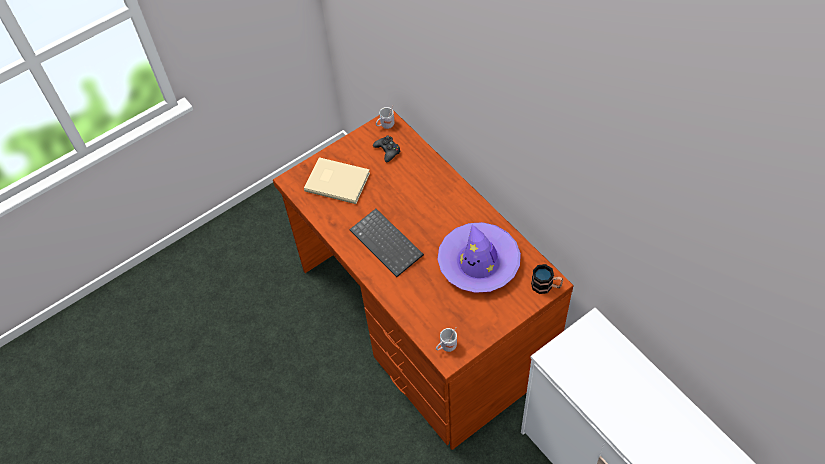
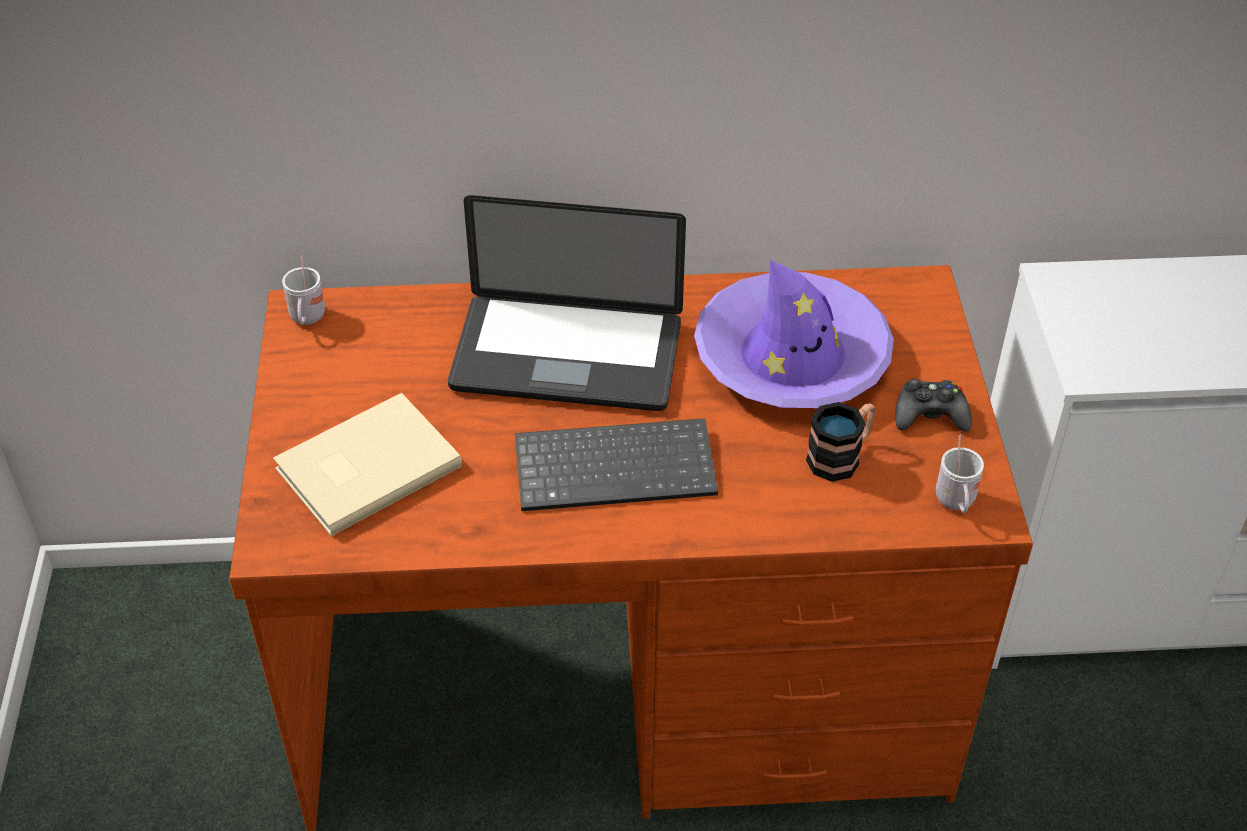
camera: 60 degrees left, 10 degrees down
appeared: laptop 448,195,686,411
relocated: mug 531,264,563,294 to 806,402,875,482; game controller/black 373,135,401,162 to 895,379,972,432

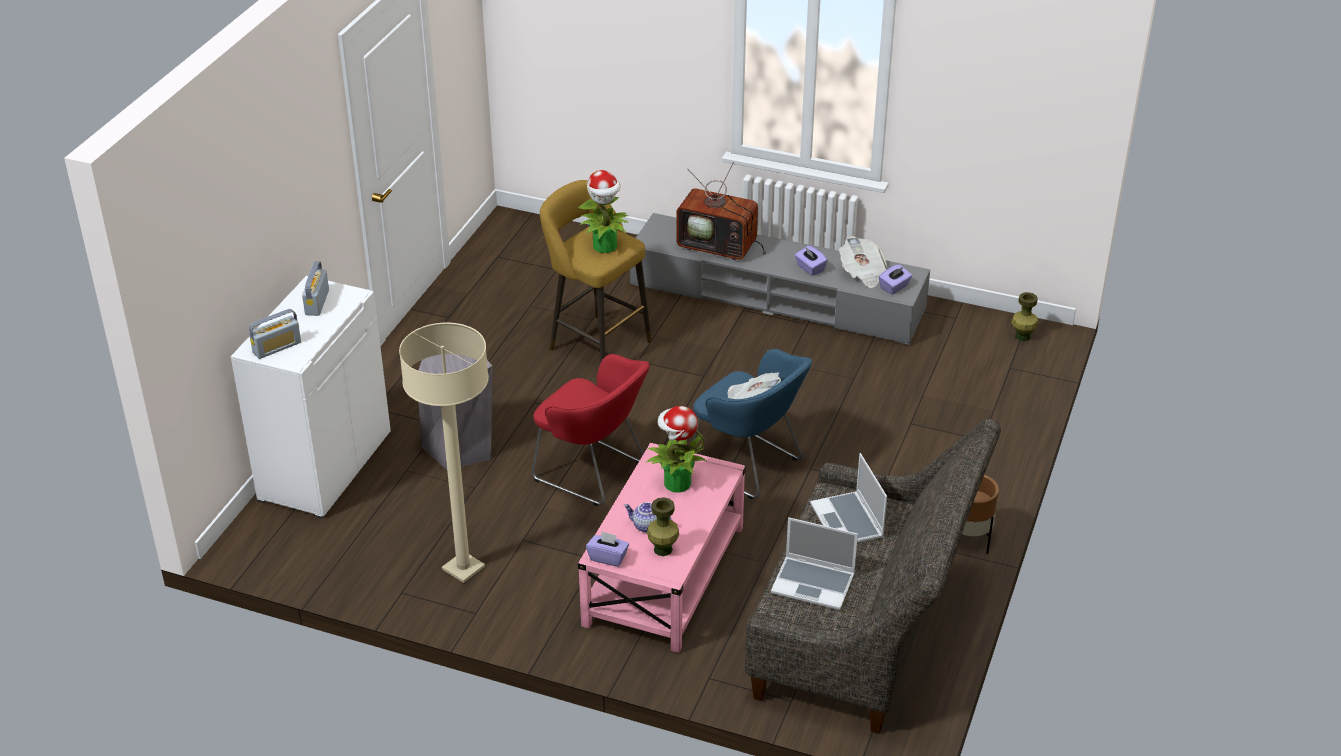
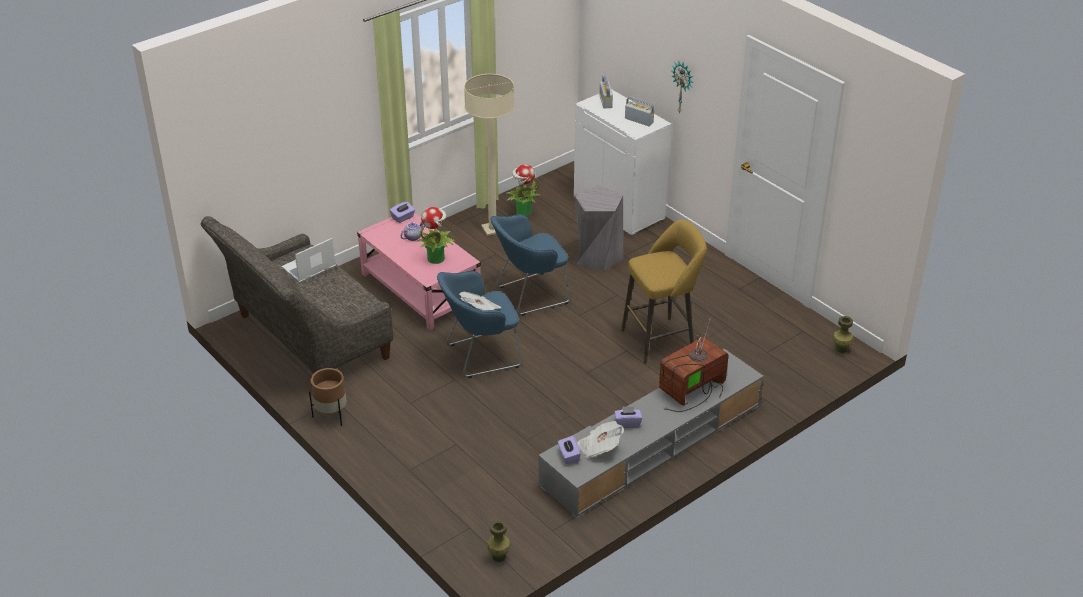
camera: 120 degrees right, 0 degrees up
missing: laptop 810,453,887,543
appeared: wall clock 671,60,693,114
relocated: potted plant 578,170,629,253 to 506,164,540,216; vase/green 647,497,679,556 to 833,316,853,353
colour: armchair/red 531,354,649,506 to armchair/blue 491,214,571,316

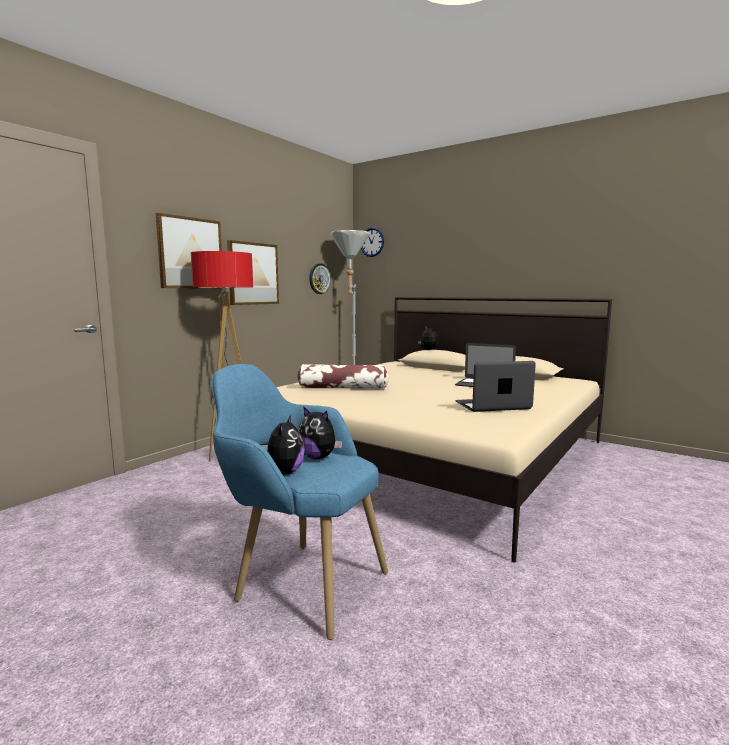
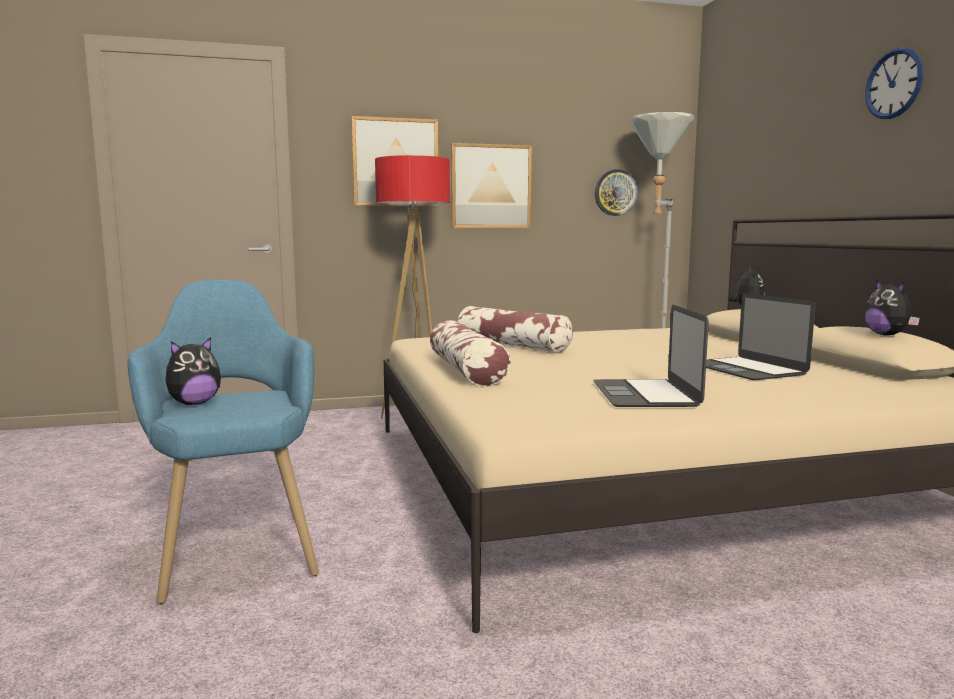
camera: 40 degrees right, 0 degrees up
appeared: pillow 430,320,510,386
relocated: wall clock 361,227,384,257 to 865,48,923,119; plush toy 299,406,343,459 to 865,279,920,335
spun: laptop 455,361,536,412 = 593,305,709,407 120 degrees counterclockwise

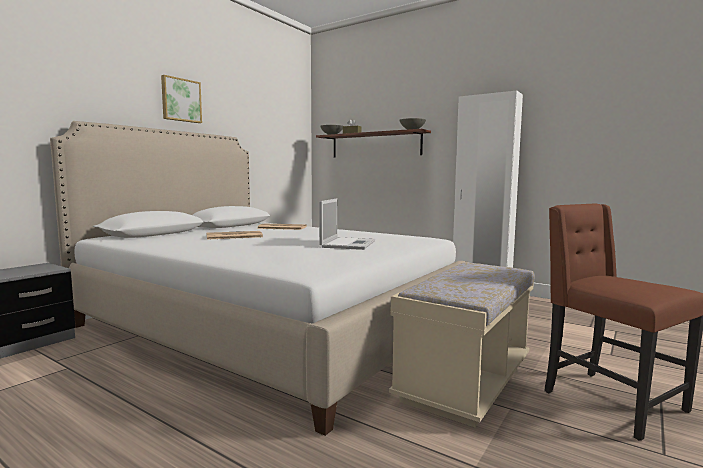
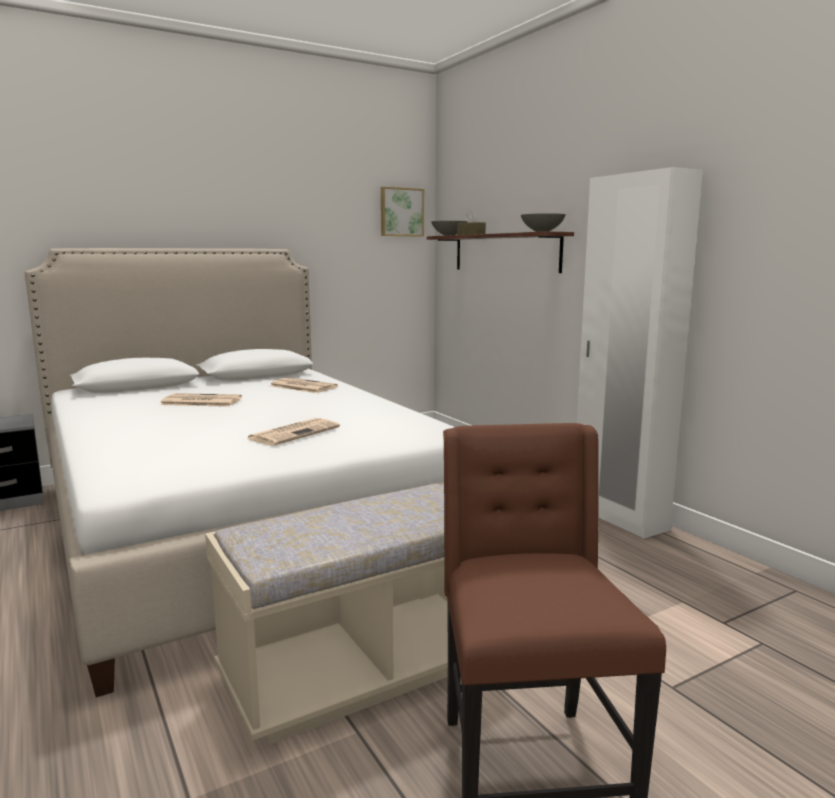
camera: 25 degrees right, 5 degrees up
relocated: picture 161,75,202,123 to 381,187,424,236
exchanged: laptop 319,198,375,250 to newspaper 246,418,340,446

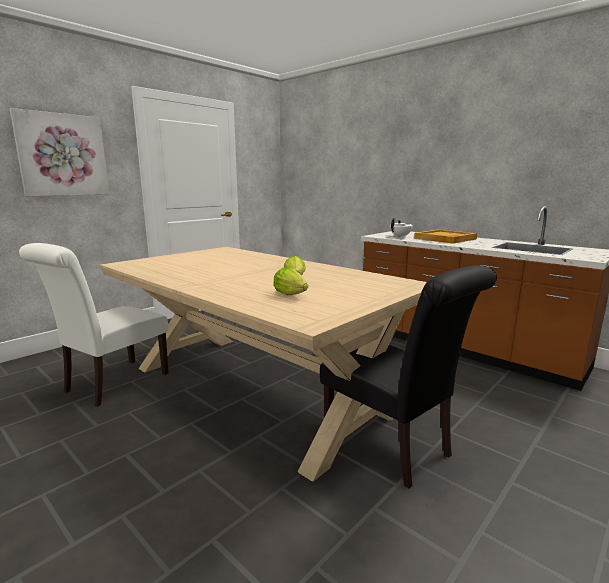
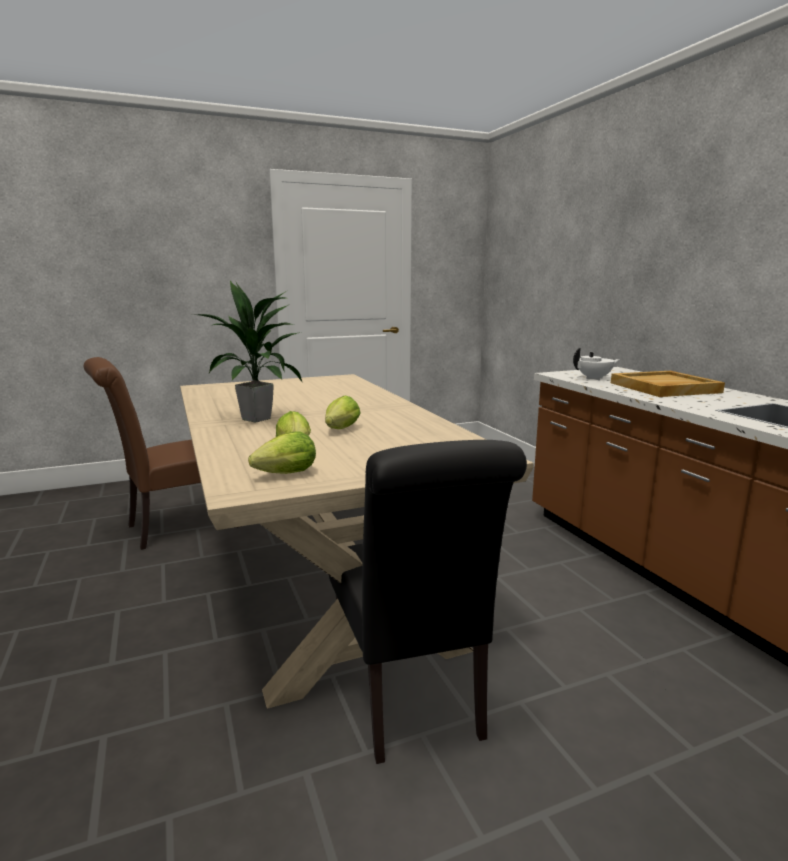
camera: 25 degrees right, 0 degrees up
missing: picture 10,108,109,196
appeared: potted plant 196,281,303,422; lettuce 248,432,316,474
colour: chair/white 19,243,169,407 to chair/brown 84,357,241,550

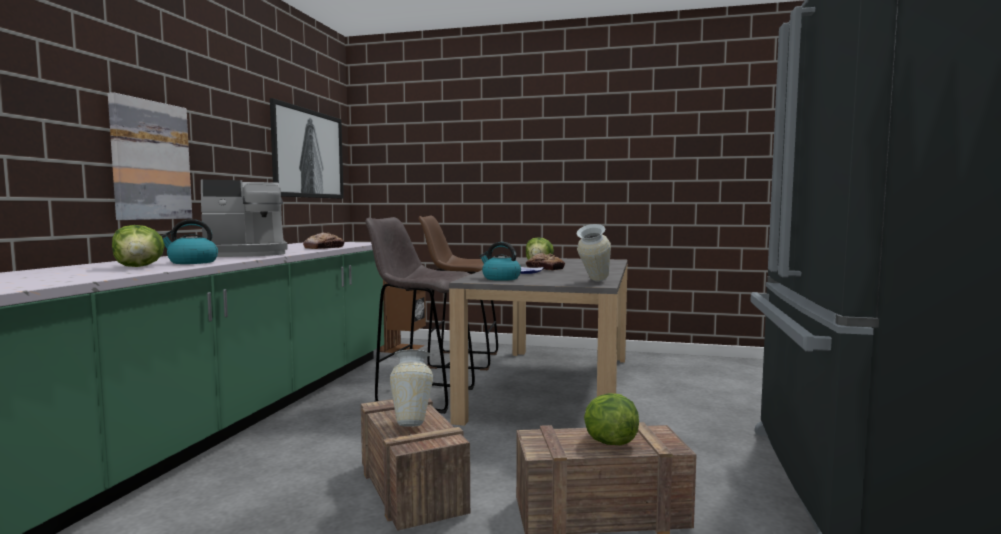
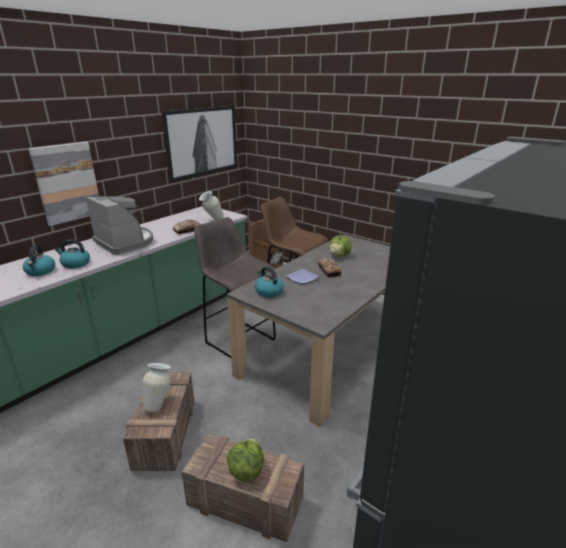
camera: 25 degrees right, 20 degrees up
relocated: vase 576,224,611,281 to 199,191,224,220
exchanged: lettuce 112,225,165,267 to kettle 23,245,55,276
spun: coffee machine 201,180,288,257 = 86,196,153,255 135 degrees counterclockwise

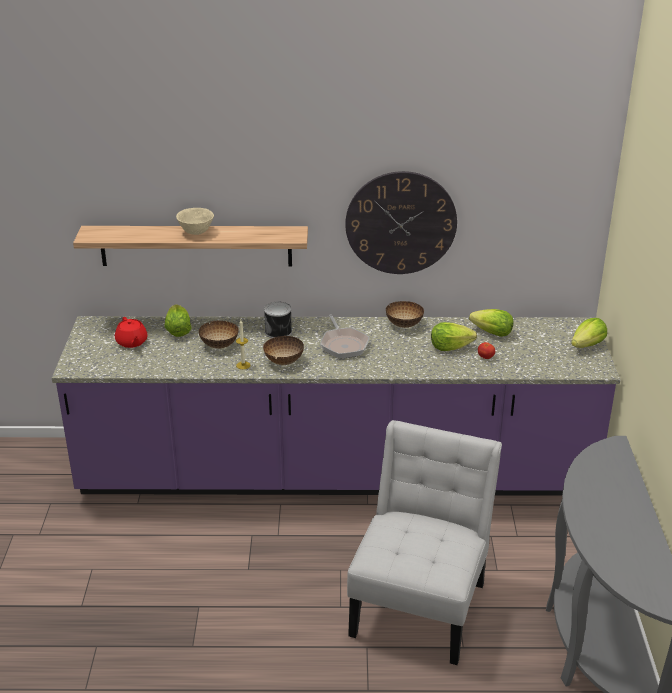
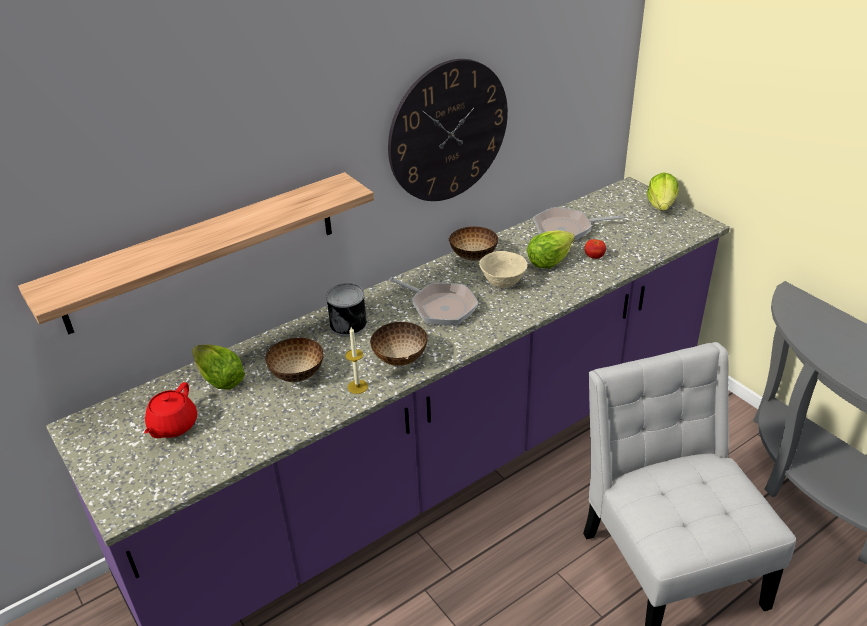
camera: 35 degrees left, 5 degrees up
relocated: bowl/beige 176,208,214,235 to 479,251,527,288
exchanged: lettuce 469,309,513,337 to frying pan 533,207,623,241
spun: teapot/red 115,317,148,348 = 144,382,197,438 75 degrees clockwise

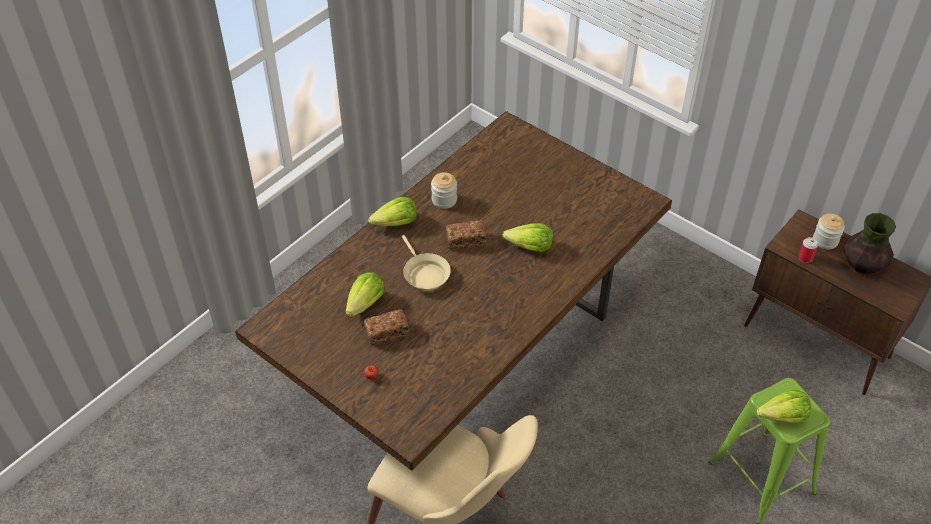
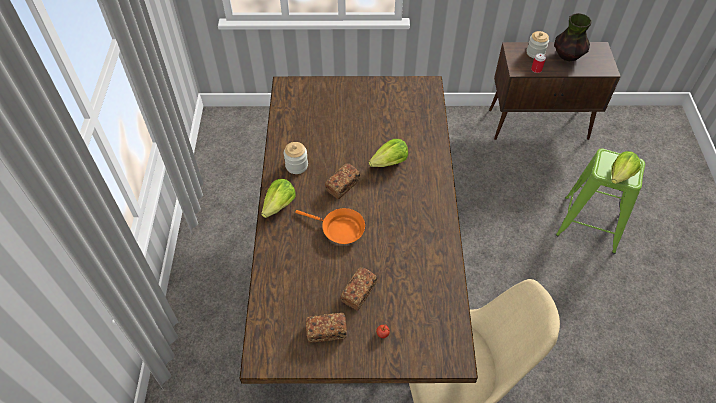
camera: 40 degrees left, 5 degrees up
missing: lettuce 346,272,385,317
appeared: bread 306,313,347,343
colour: frying pan/beige 402,235,451,291 to frying pan/orange 295,208,365,244

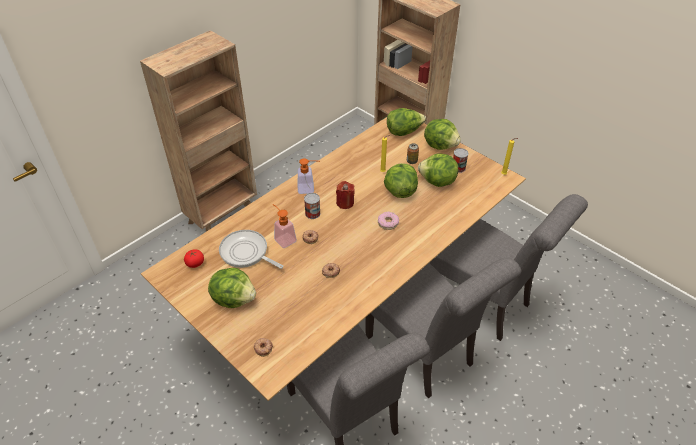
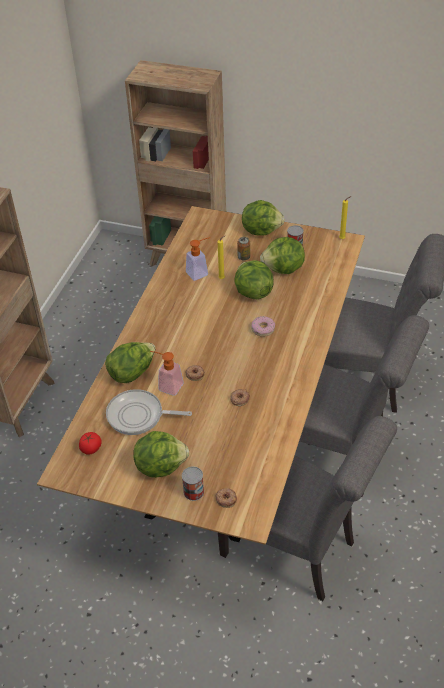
camera: 25 degrees left, 0 degrees up
missing: candle/red 336,181,355,209
relocated: lettuce 387,108,426,136 to 105,342,156,383; can 304,193,321,219 to 182,466,204,501; soap dispenser 298,158,320,194 to 186,237,210,281

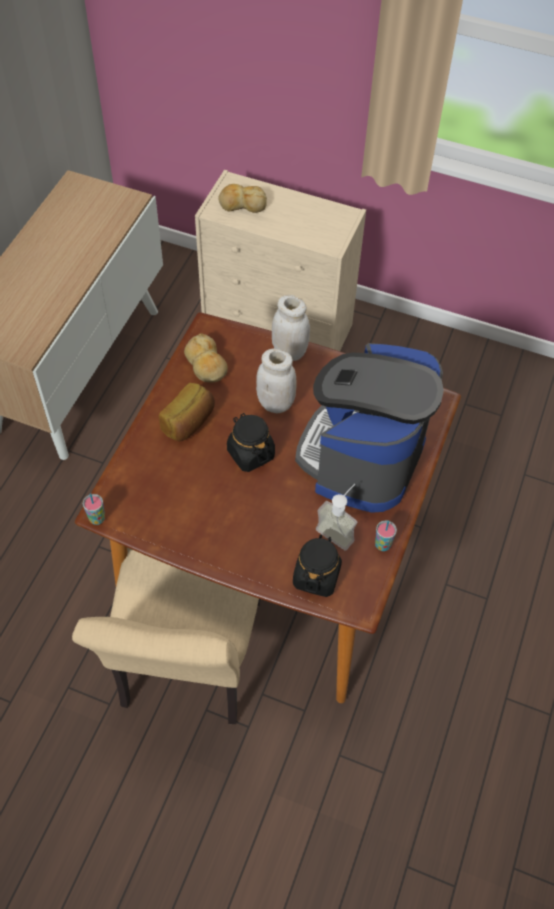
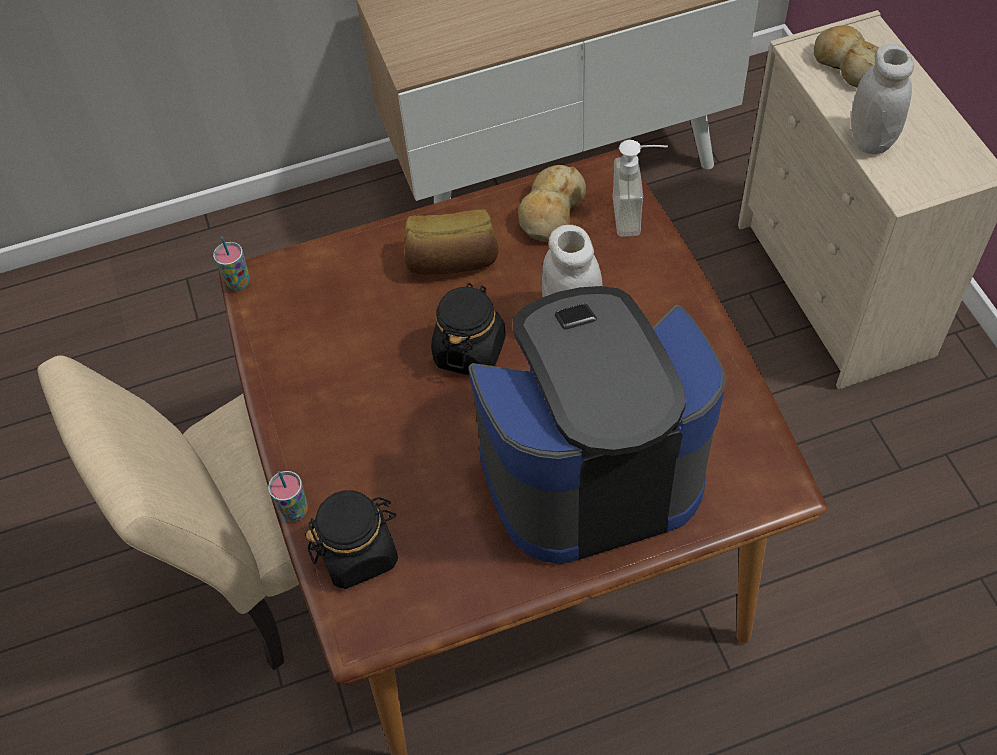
camera: 55 degrees right, 0 degrees up
relocated: cup 375,520,397,551 to 268,471,308,521; soap dispenser 316,484,358,551 to 613,140,668,237; jar/white 272,295,310,361 to 851,44,914,154

